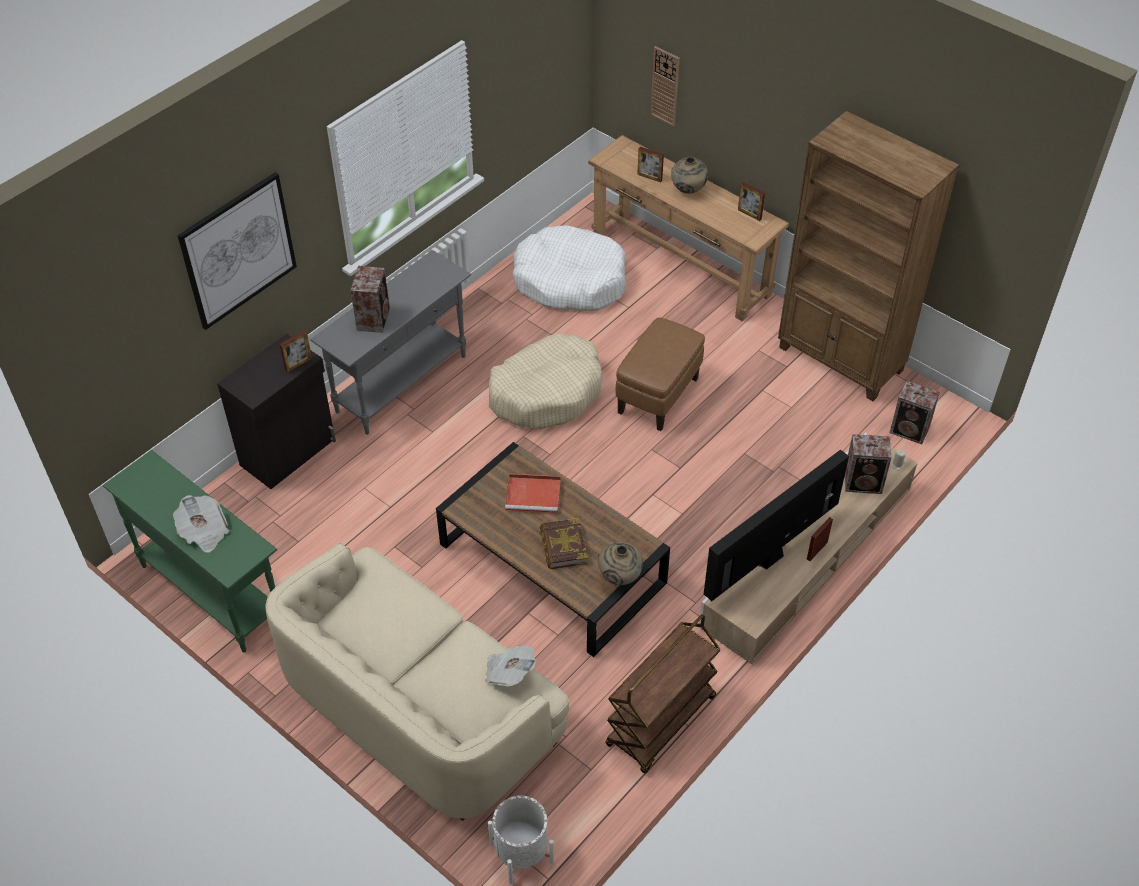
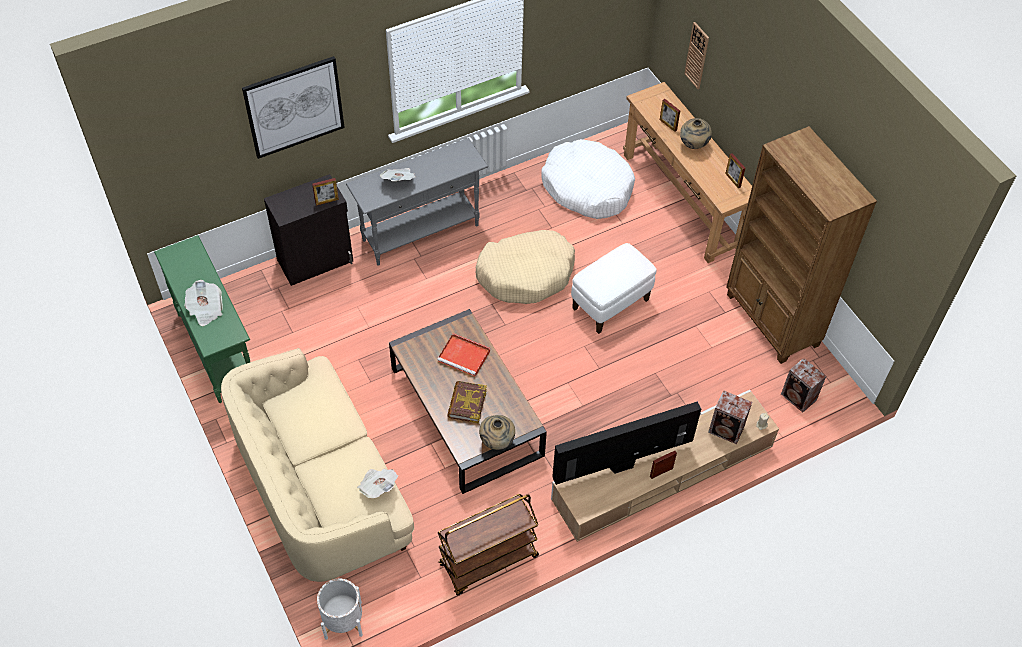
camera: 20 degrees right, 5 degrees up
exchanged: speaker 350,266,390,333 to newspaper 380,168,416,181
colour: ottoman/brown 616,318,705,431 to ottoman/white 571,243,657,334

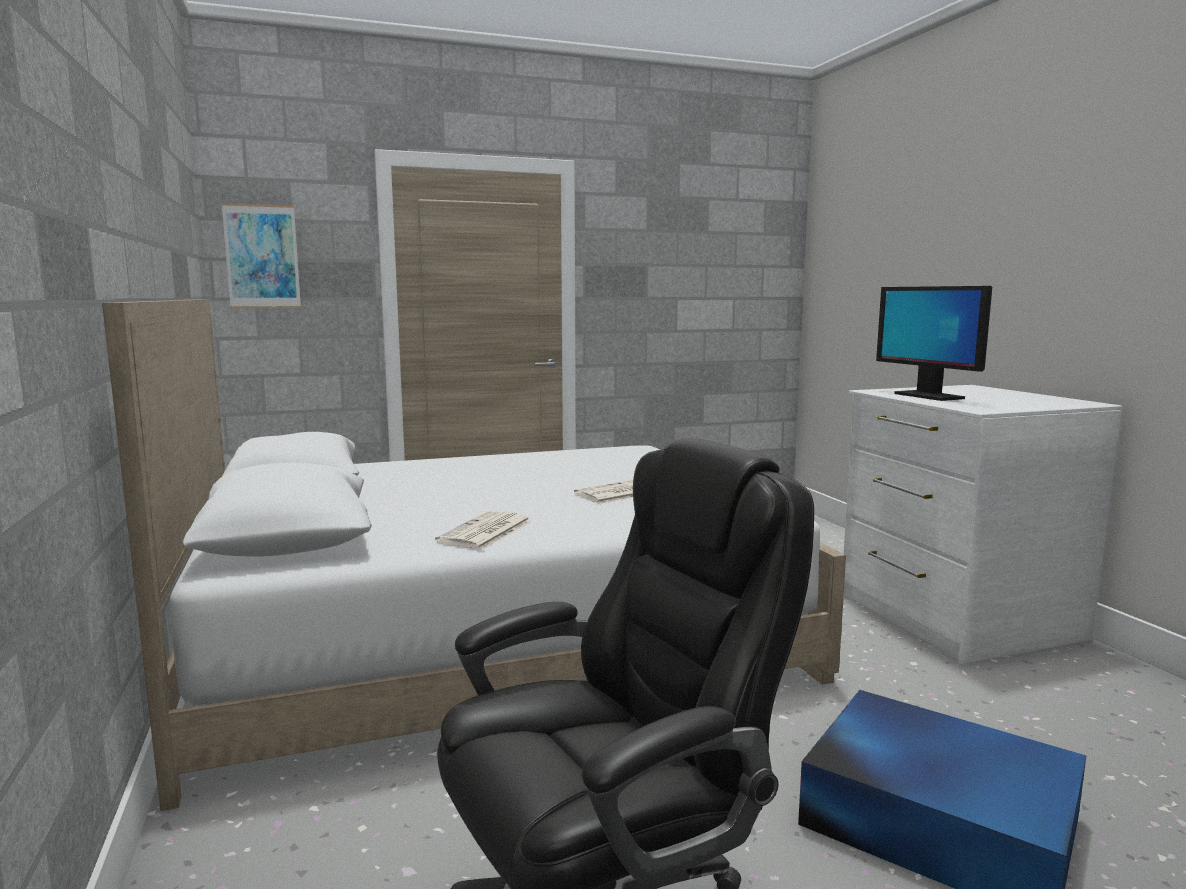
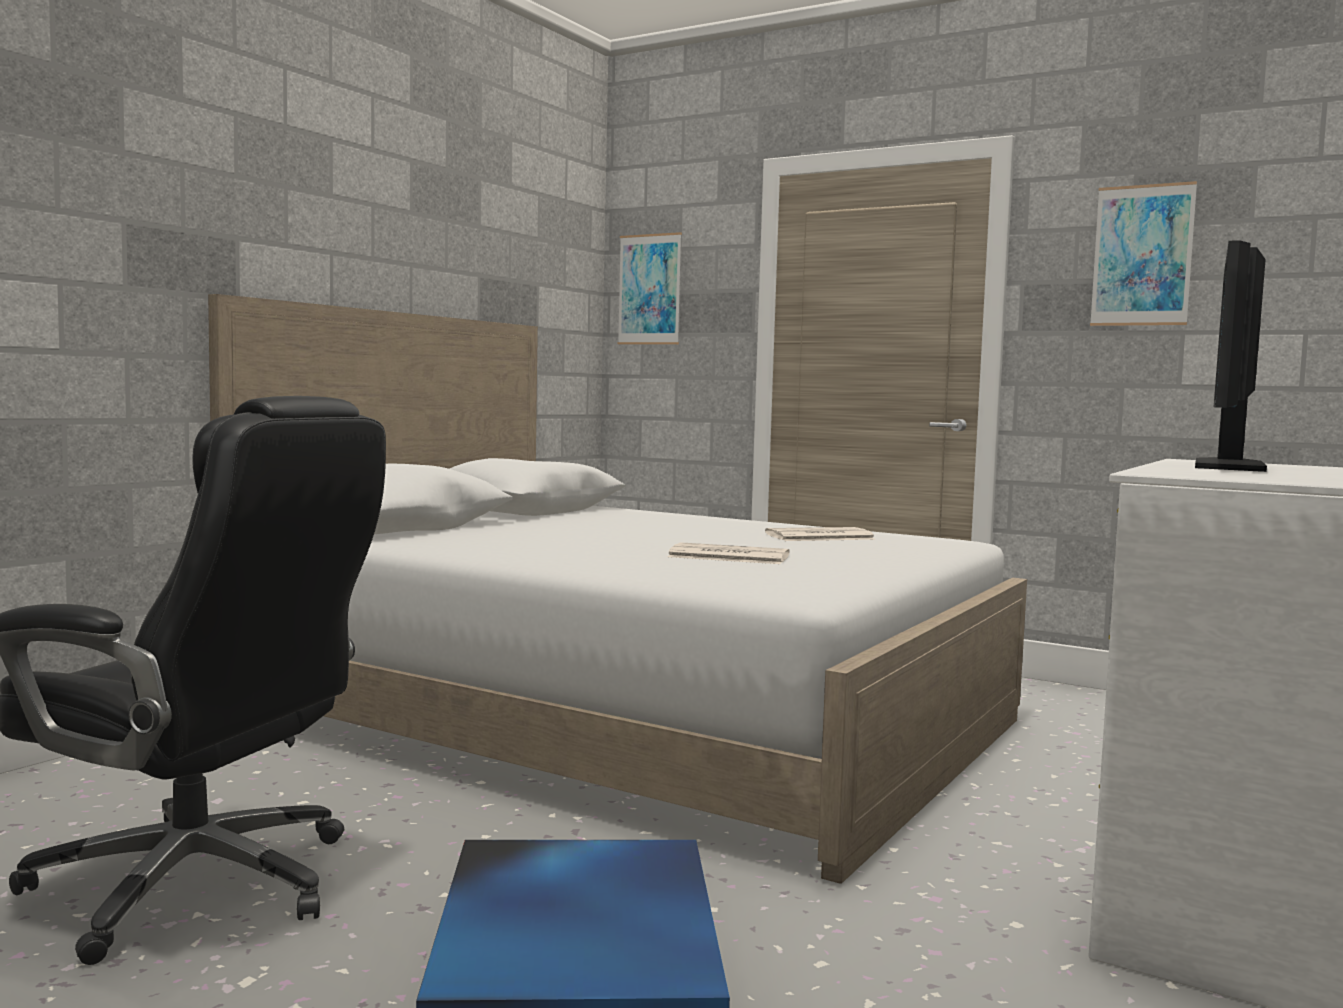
camera: 50 degrees right, 5 degrees down
appeared: picture 1090,181,1197,326
relocated: newspaper 435,510,532,550 to 765,527,876,541

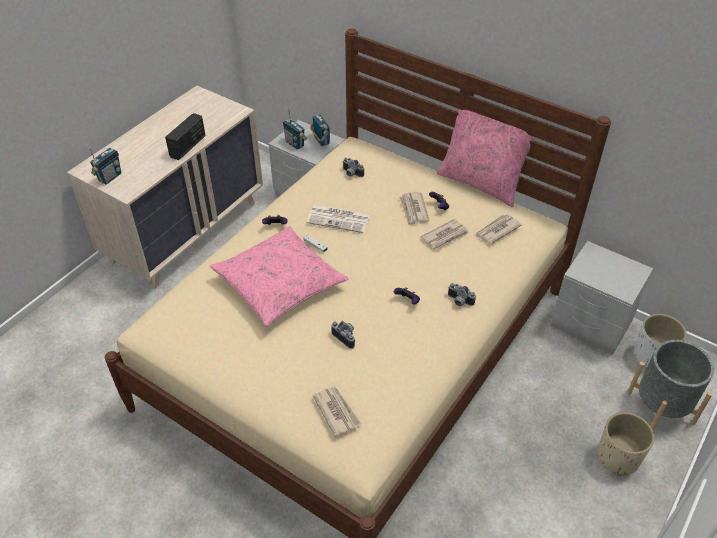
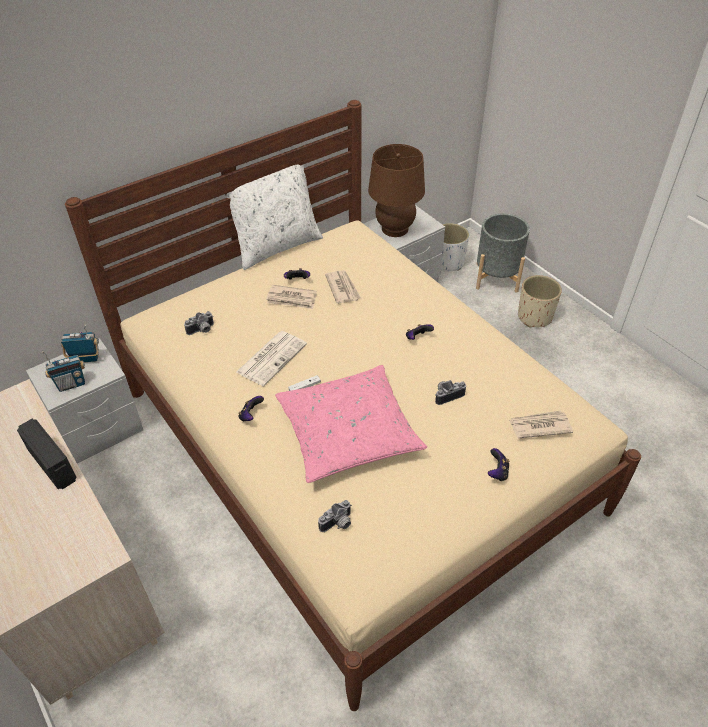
camera: 70 degrees left, 0 degrees up
missing: radio 89,148,121,185; newspaper 475,214,522,244
appeared: table lamp/brown 368,144,425,237; game controller 488,448,509,481
relocated: photo camera 448,283,476,306 to 318,500,352,532
colour: pillow/pink 437,109,535,207 to pillow/white 224,165,323,270

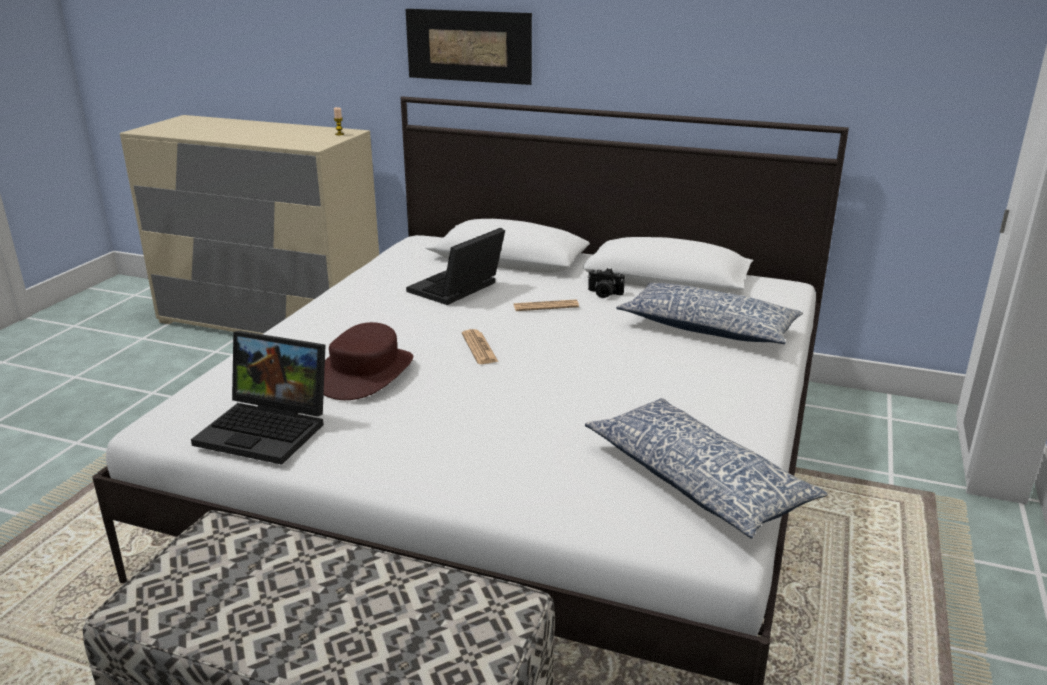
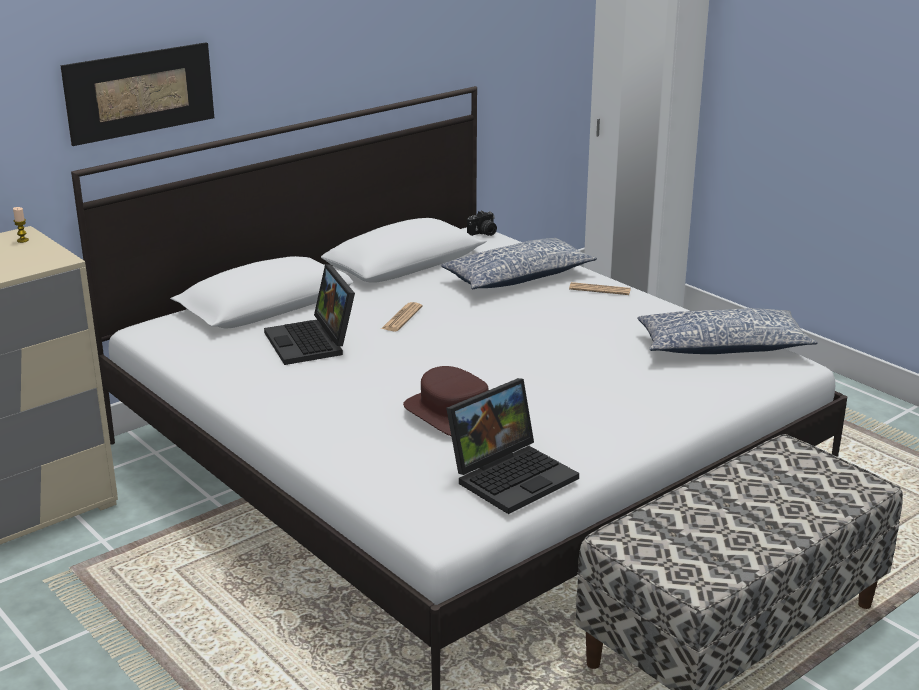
camera: 60 degrees left, 0 degrees up
relocated: photo camera 588,268,625,298 to 467,211,497,236; newspaper 462,329,499,364 to 569,282,631,295

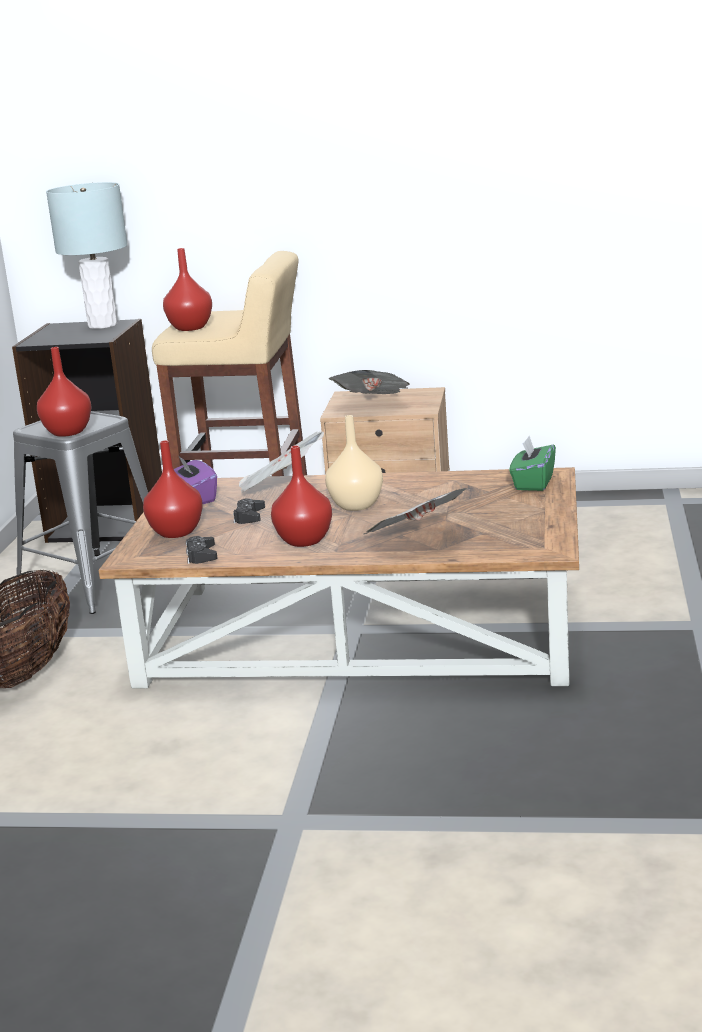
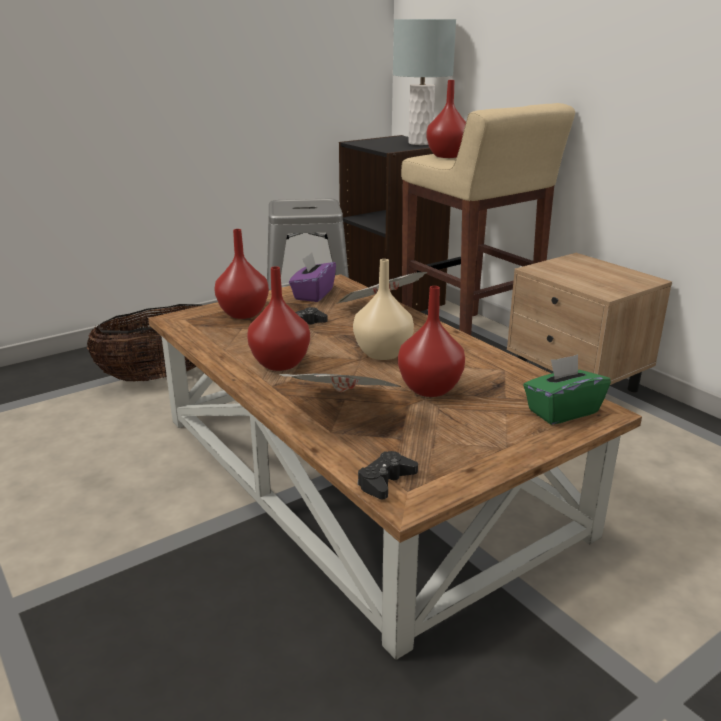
camera: 45 degrees right, 5 degrees up
missing: newspaper 329,370,410,394
relocated: game controller/black 186,536,217,564 to 357,451,418,499; vase/red 37,347,92,437 to 398,286,465,397

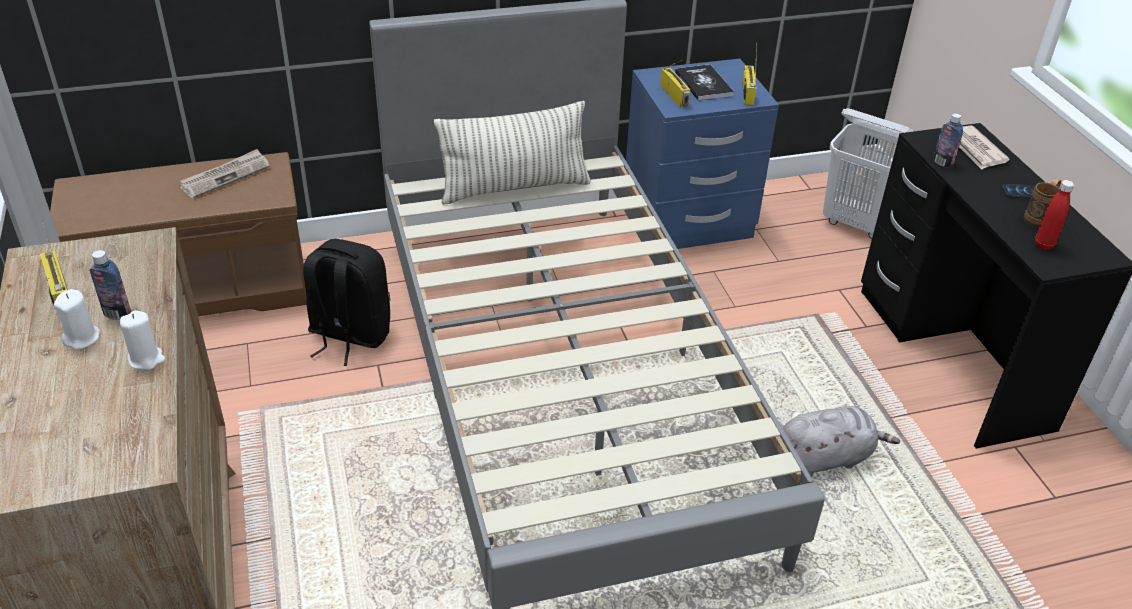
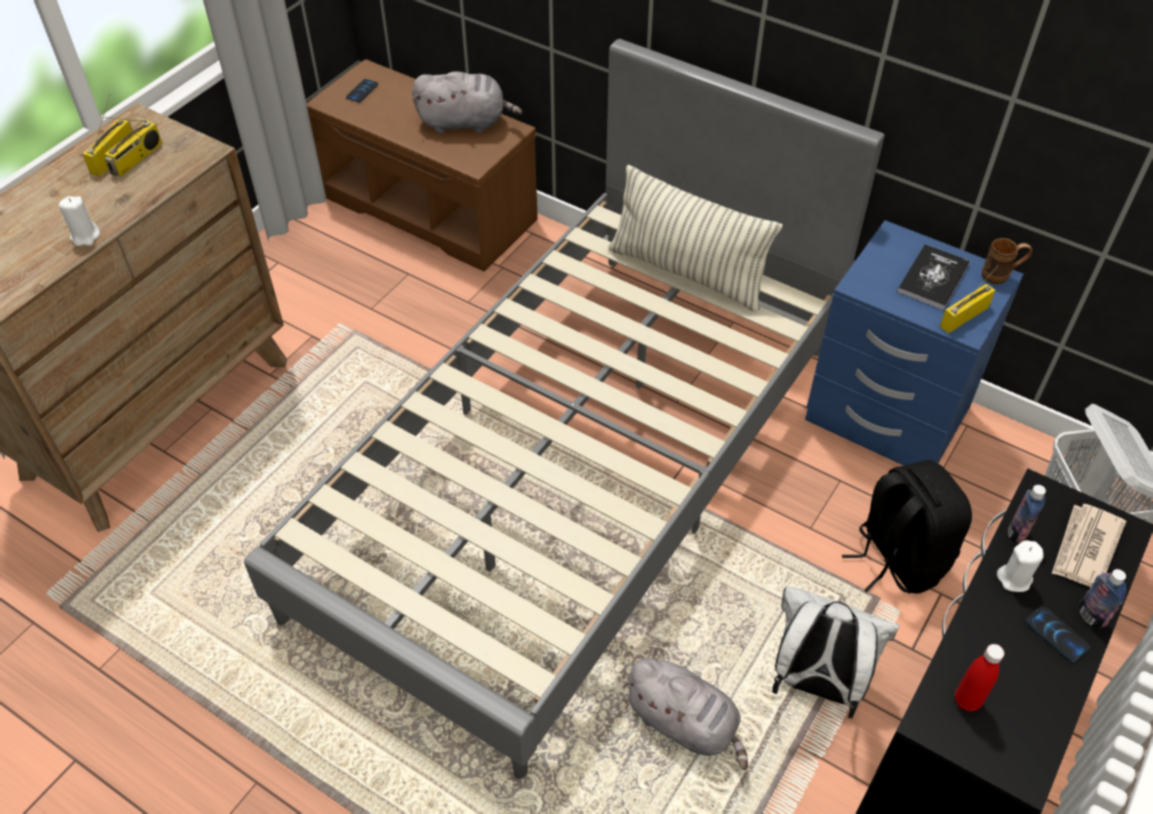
camera: 50 degrees right, 10 degrees up
appeared: phone 346,79,378,102; backpack/white 772,586,900,718
relocated: radio 660,60,690,108 to 101,117,162,177; backpack/black 303,239,390,366 to 842,460,972,594; mug/brown 1024,178,1061,228 to 982,238,1032,284; candle/white 54,289,100,350 to 997,540,1044,592; bottle 89,250,131,320 to 1079,569,1126,629
exchanged: newspaper 180,149,270,198 to plush toy/grey 412,71,523,133

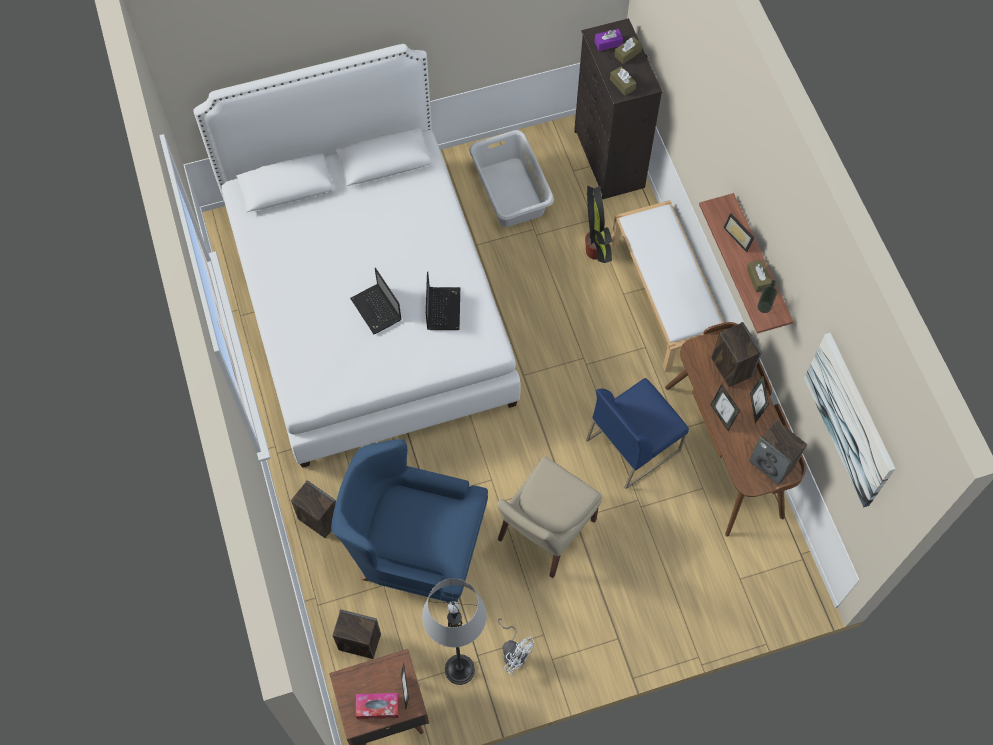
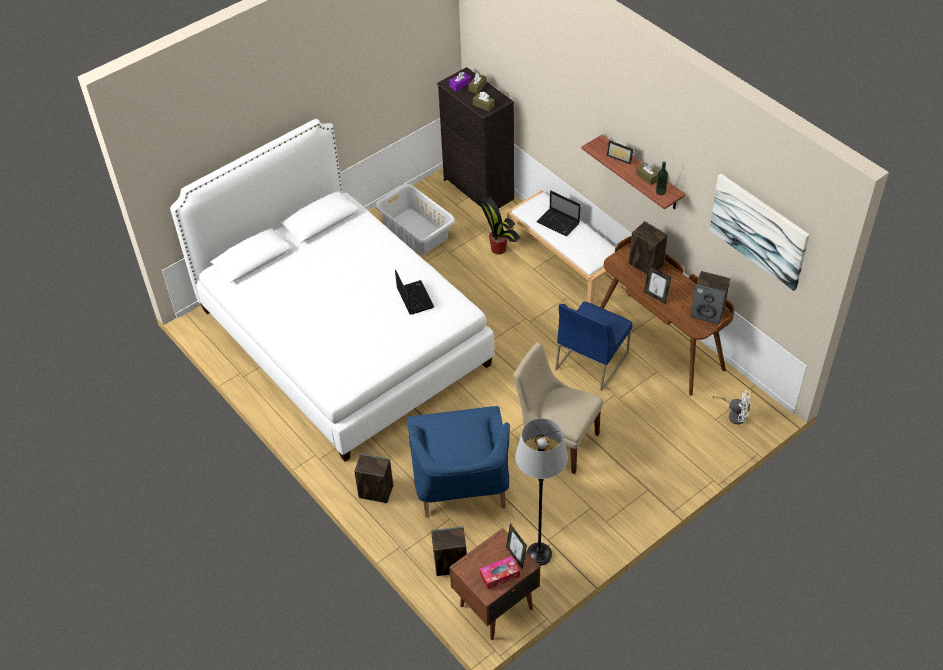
camera: 20 degrees left, 15 degrees down
missing: picture frame 750,375,769,423
relocated: laptop 350,268,402,334 to 536,190,581,237; fan/white 498,618,534,675 to 712,390,751,424
spun: armchair/blue 331,439,488,603 = 407,406,510,518 90 degrees counterclockwise; chair/beige 497,456,602,578 = 513,342,603,474 105 degrees clockwise

